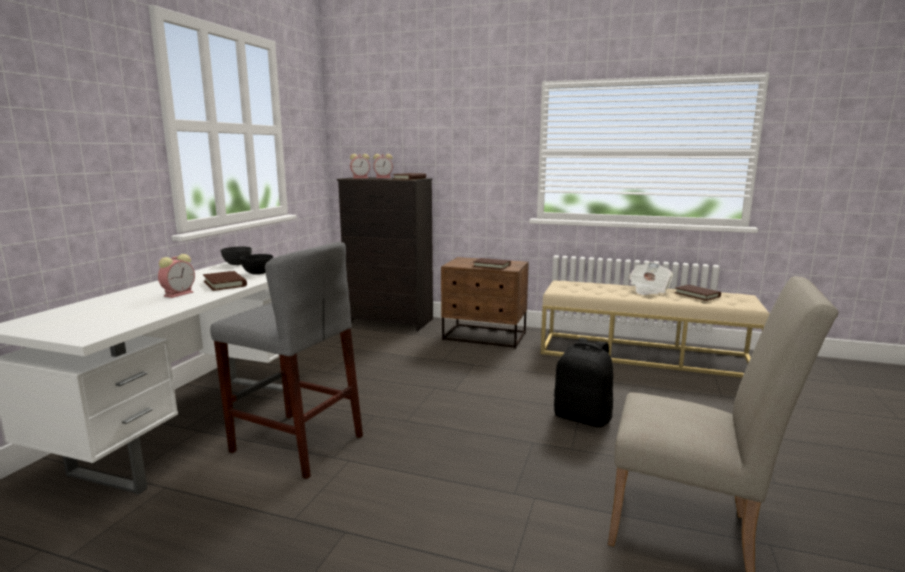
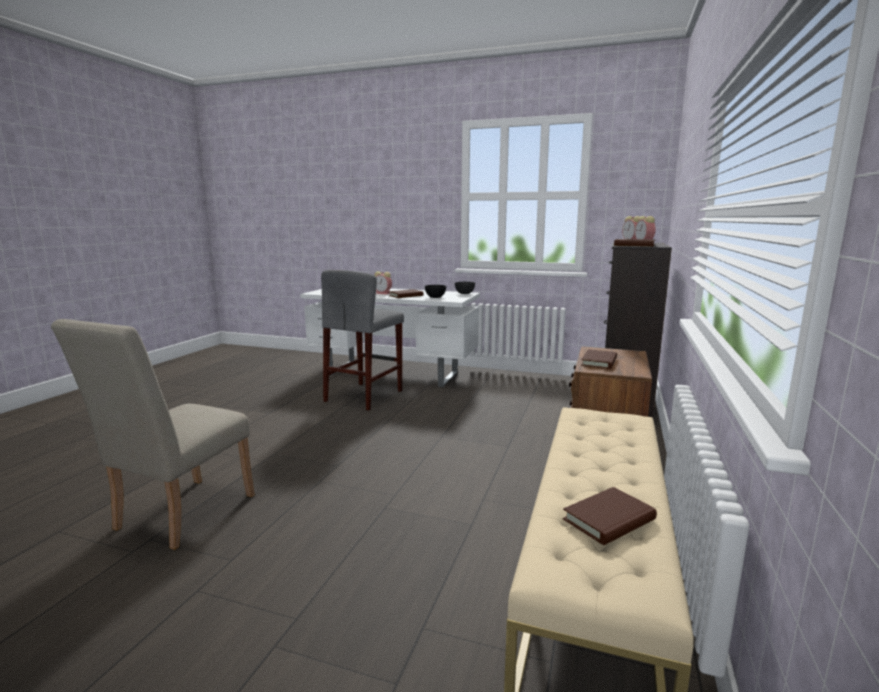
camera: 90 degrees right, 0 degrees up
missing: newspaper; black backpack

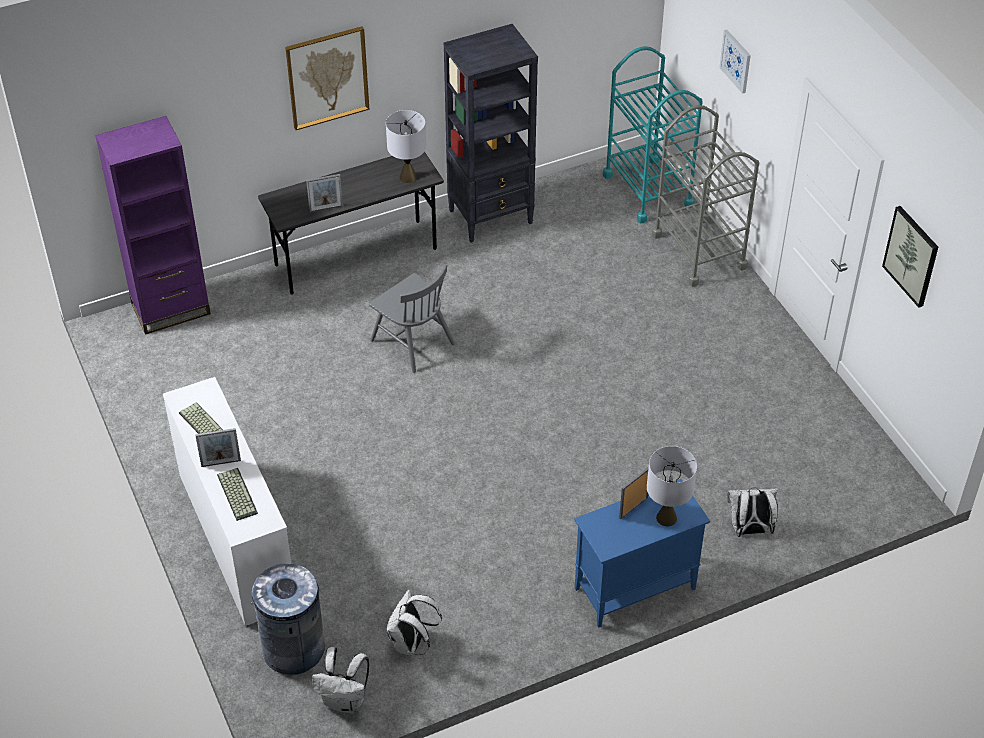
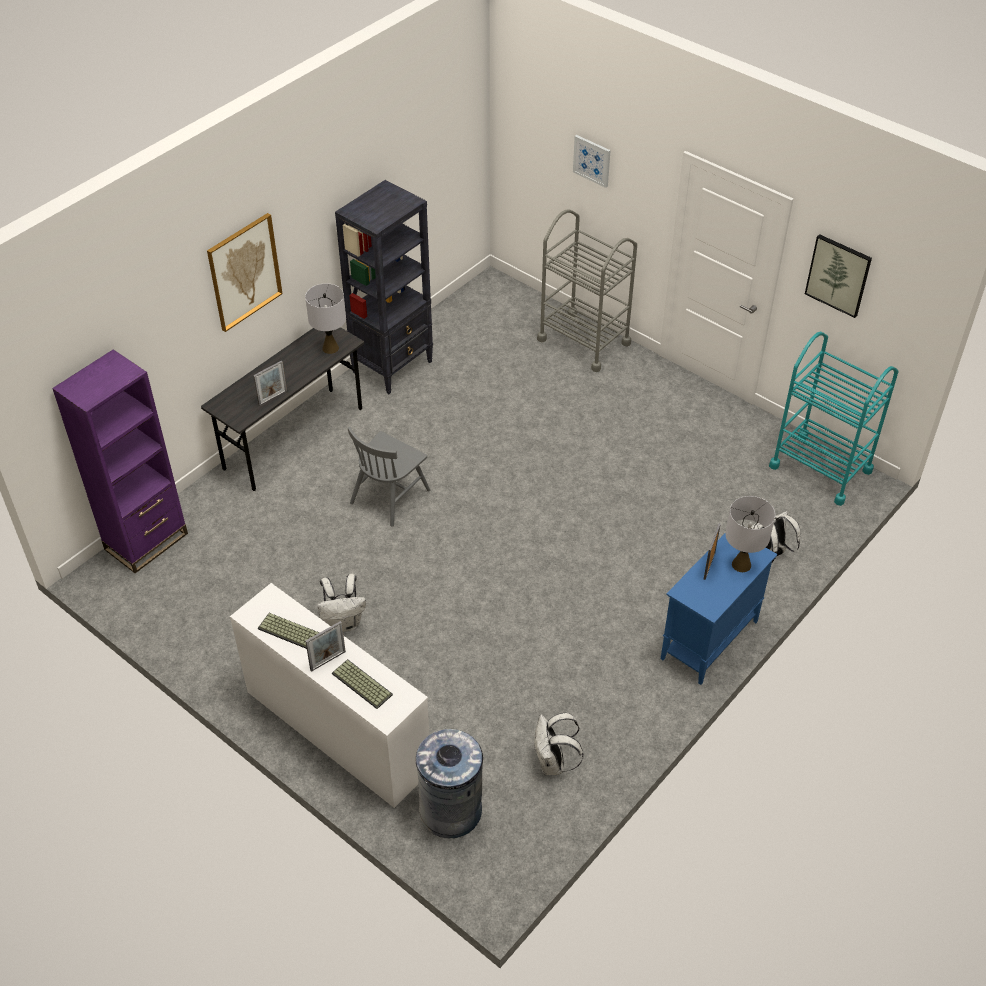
camera: 25 degrees left, 0 degrees up
relocated: turquoise cart; white backpack (no. 1 from left)
spun: grey chair 105 degrees clockwise

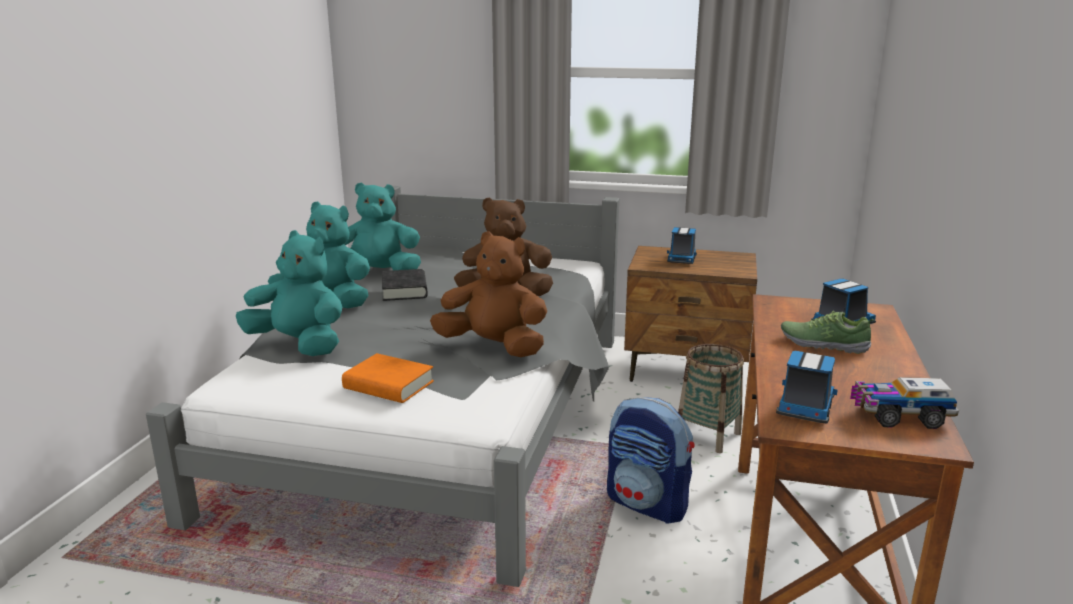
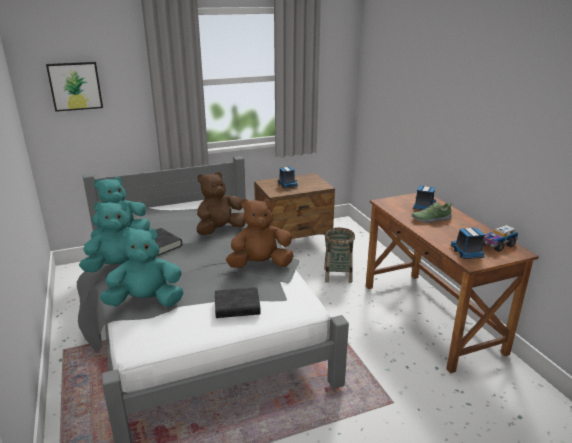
camera: 35 degrees left, 5 degrees up
missing: backpack
appeared: picture
colour: orange book to black book (no. 2 from left)

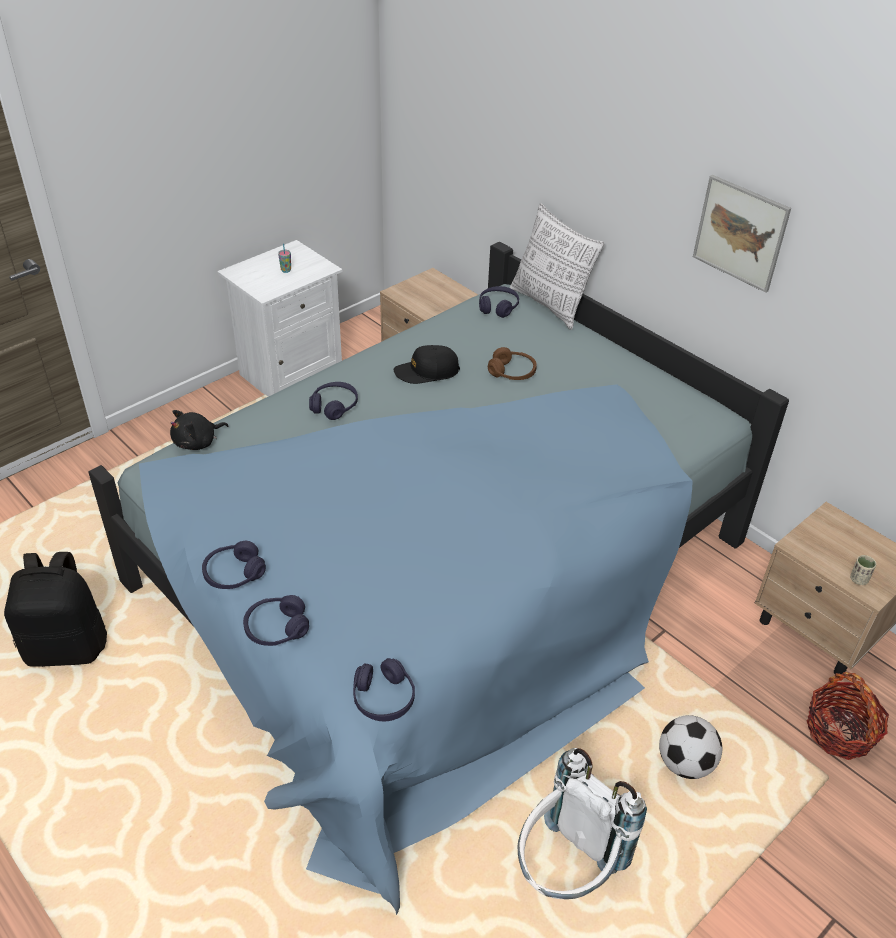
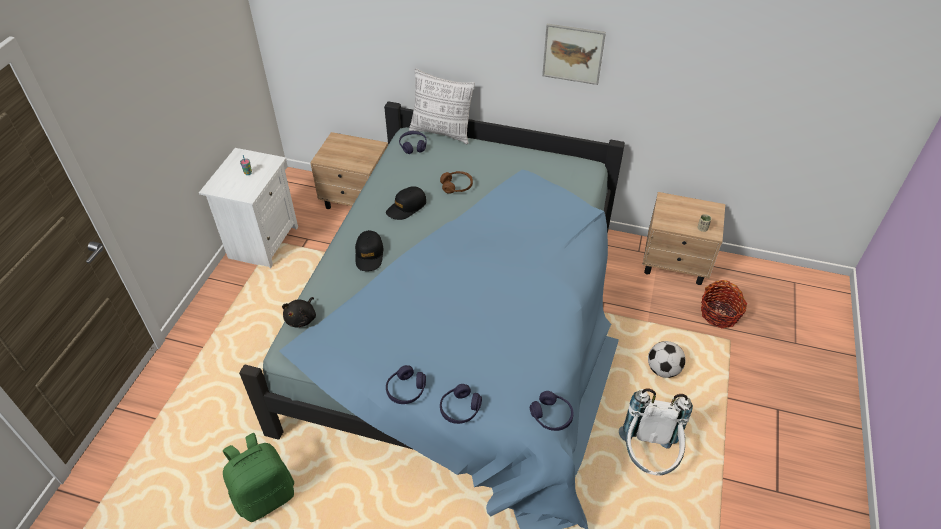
camera: 30 degrees left, 5 degrees up
exchanged: purple headphones (no. 3 from left) to black cap (no. 1 from left)
colour: black backpack to green backpack

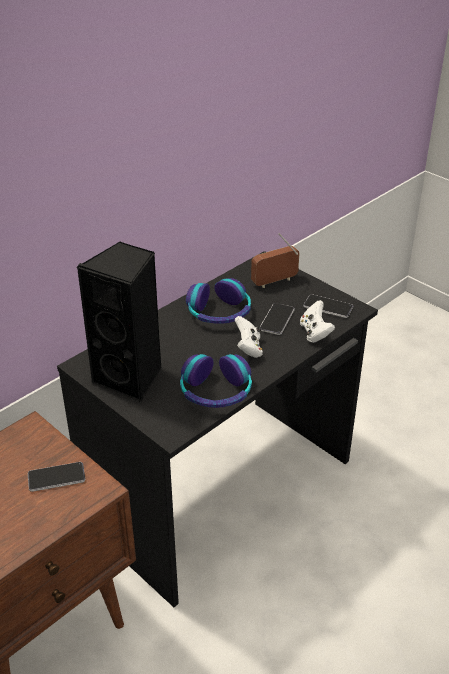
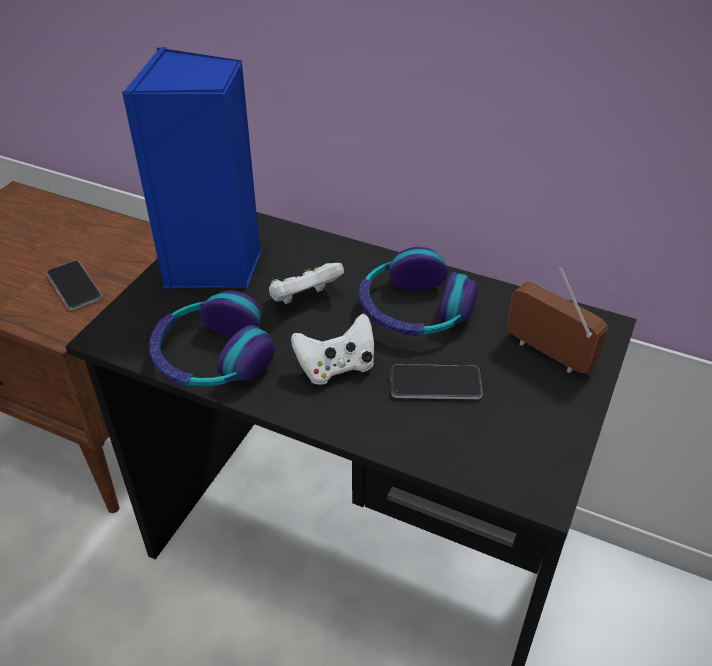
camera: 70 degrees right, 5 degrees up
missing: phone (no. 3 from left)
relocated: white game controller (no. 2 from left in the first image) to white game controller (no. 1 from left)
colour: black speaker to blue speaker

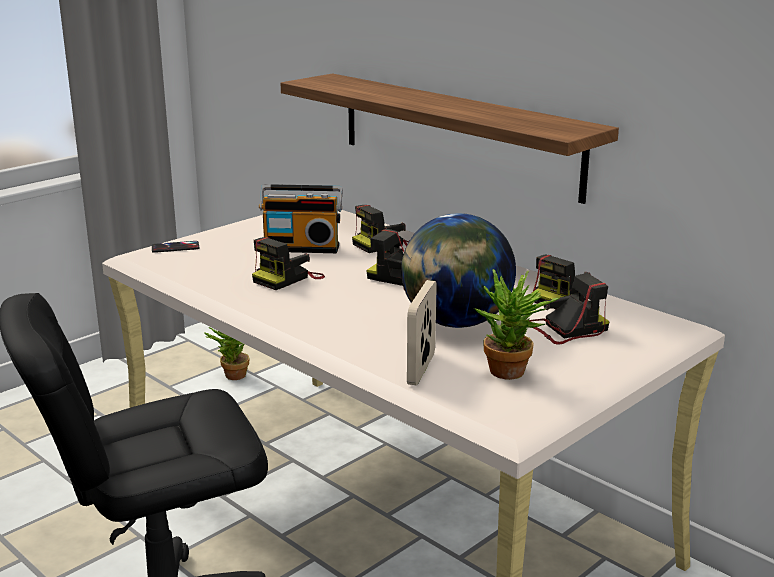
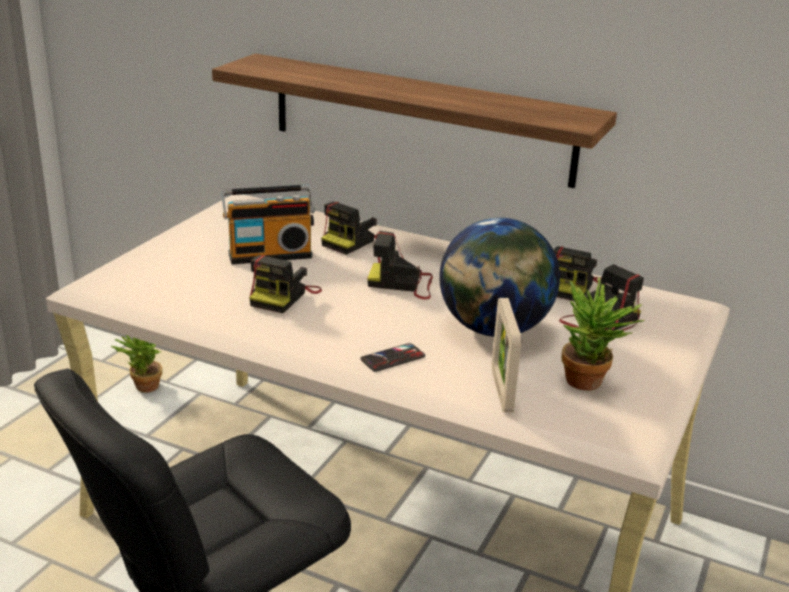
camera: 20 degrees left, 5 degrees up
relocated: phone

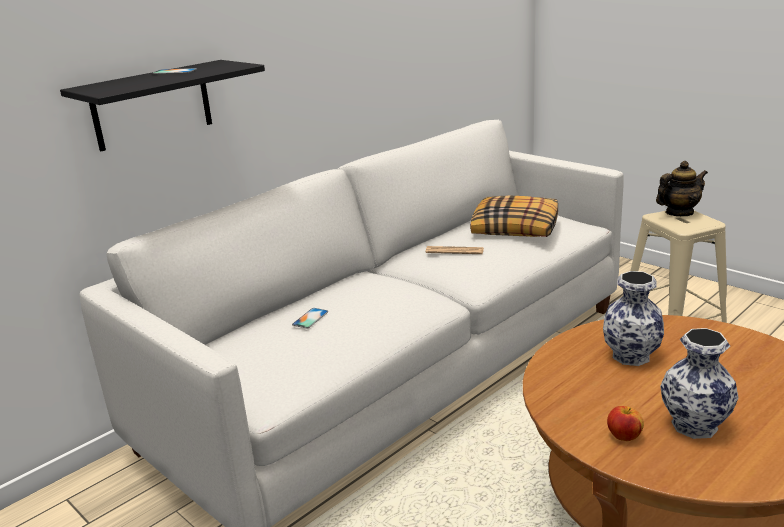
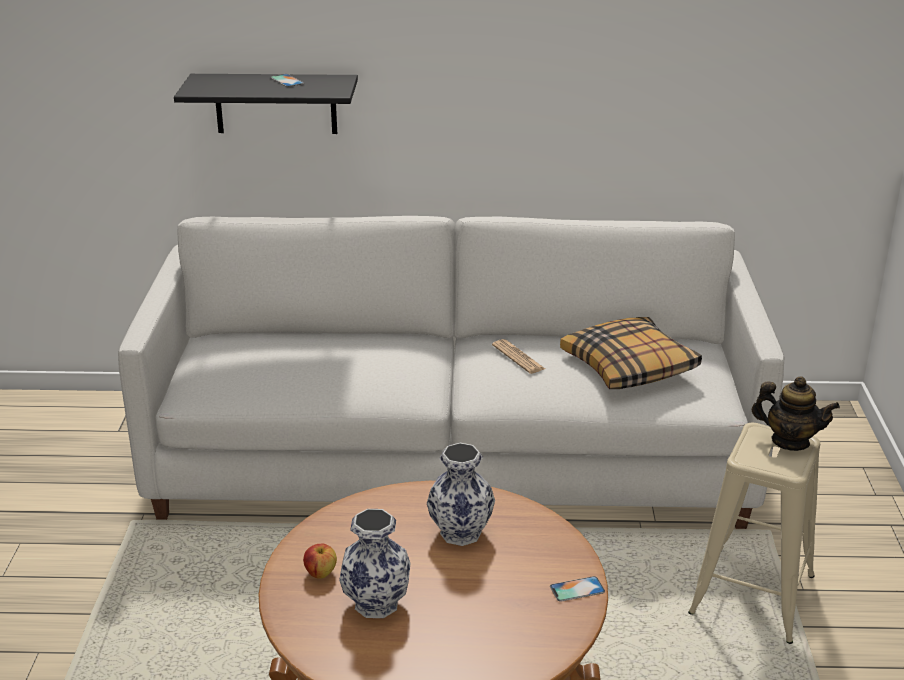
camera: 45 degrees right, 5 degrees up
relocated: phone (no. 2 from left)

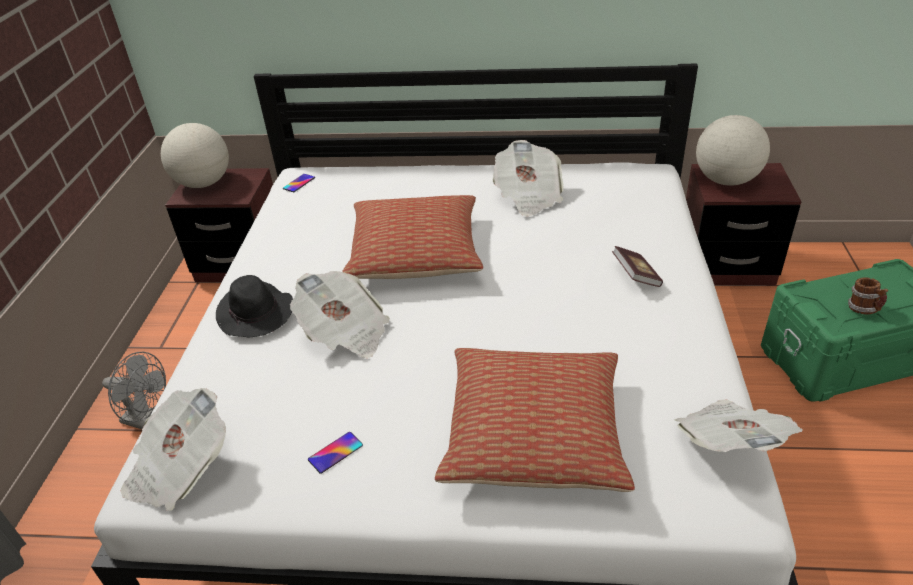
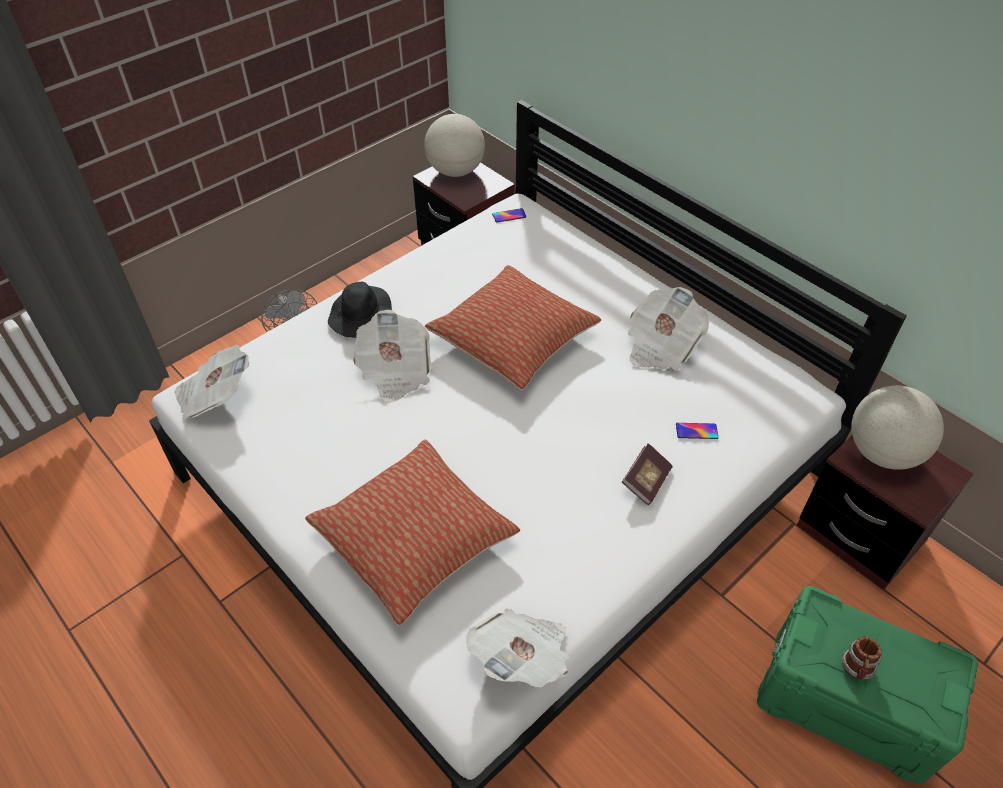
camera: 40 degrees right, 10 degrees up
relocated: phone (no. 2 from left)

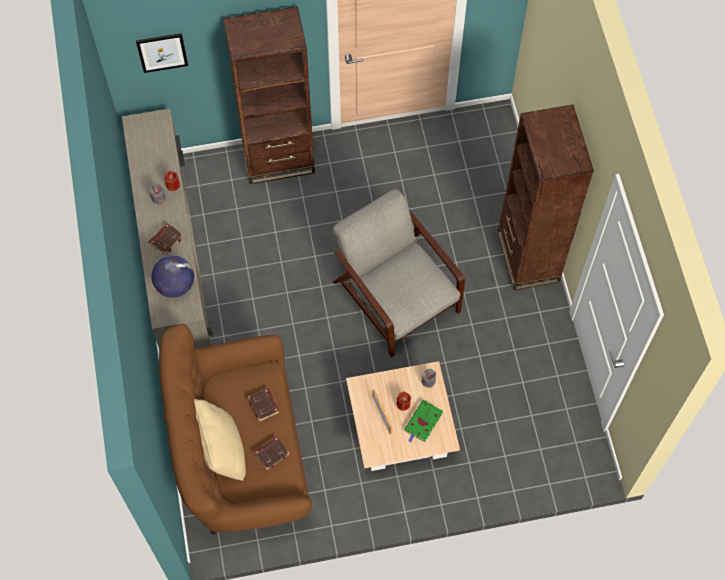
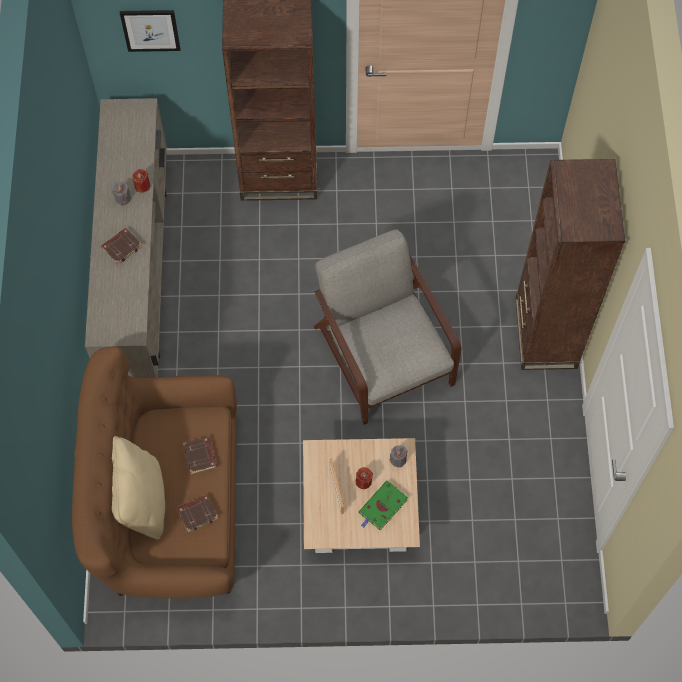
camera: 10 degrees right, 0 degrees up
missing: globe

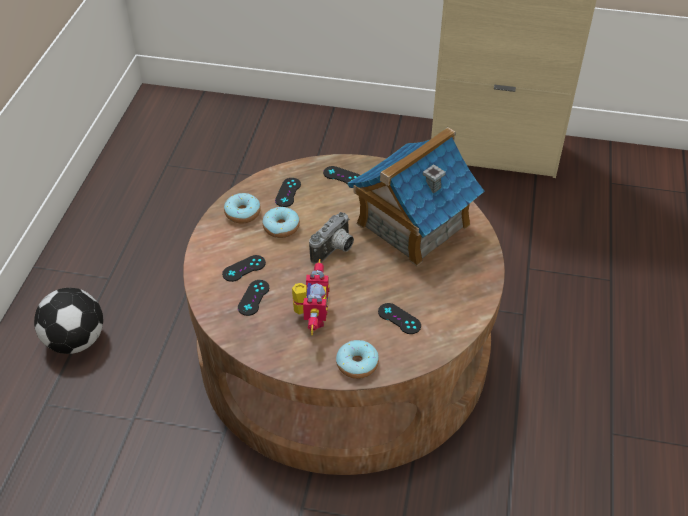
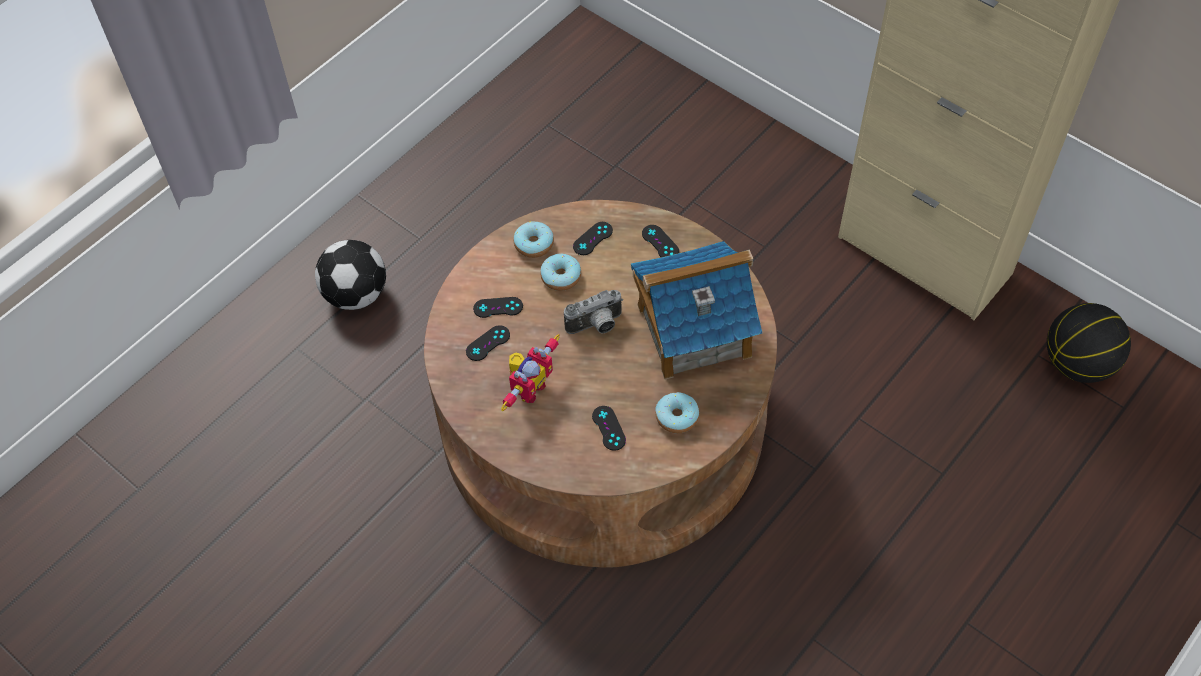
camera: 30 degrees right, 10 degrees up
appeared: basketball
relocated: donut (no. 3 from left)

